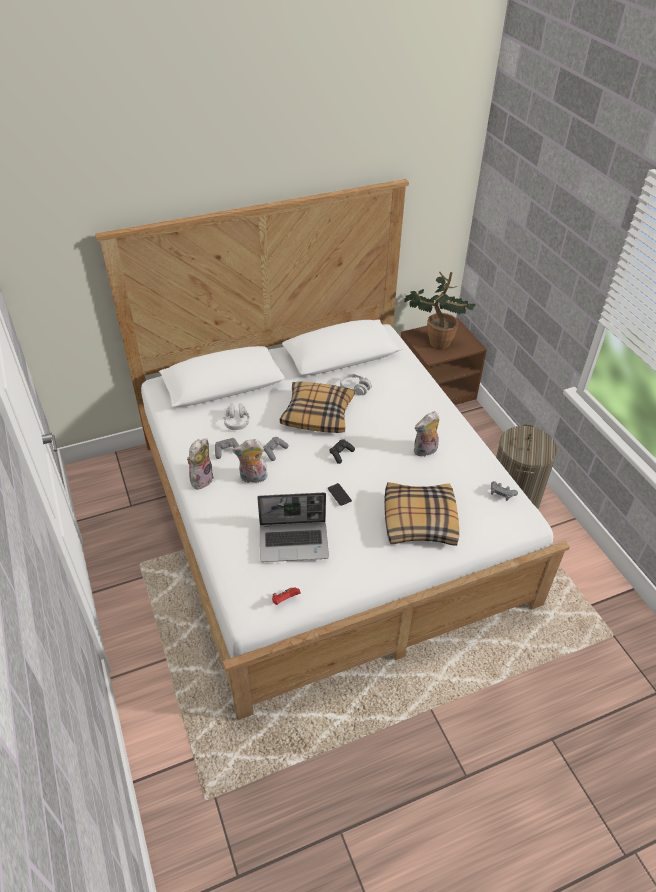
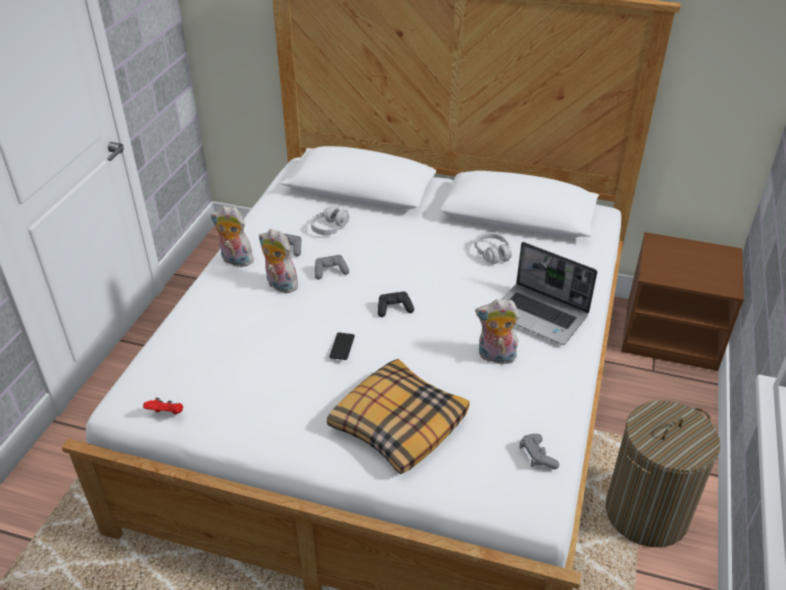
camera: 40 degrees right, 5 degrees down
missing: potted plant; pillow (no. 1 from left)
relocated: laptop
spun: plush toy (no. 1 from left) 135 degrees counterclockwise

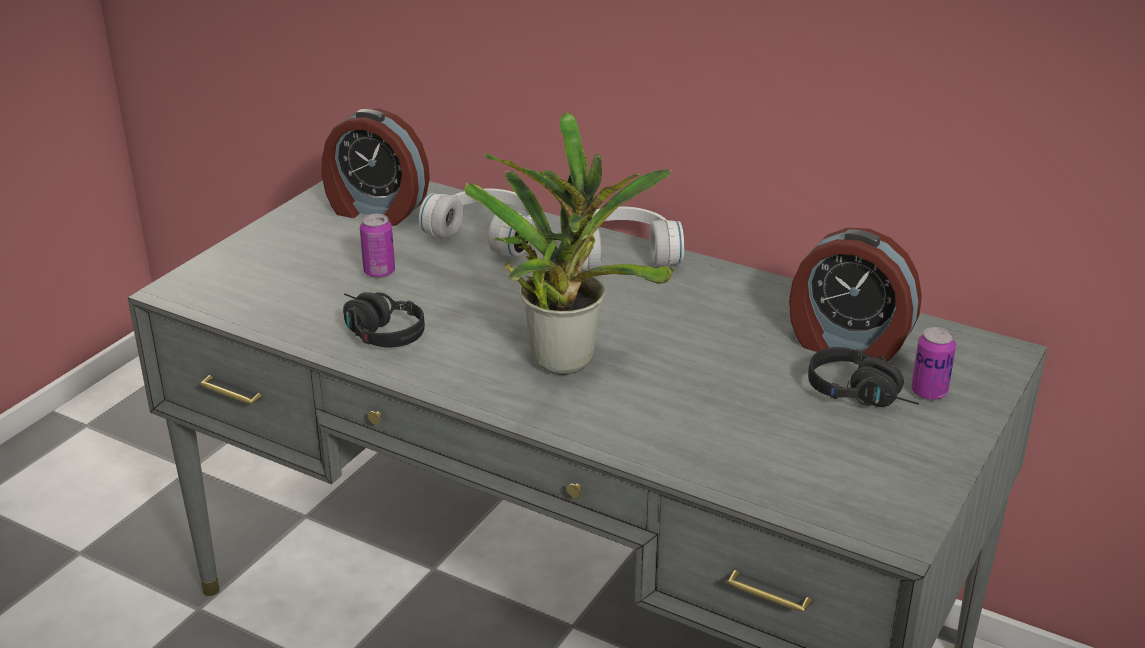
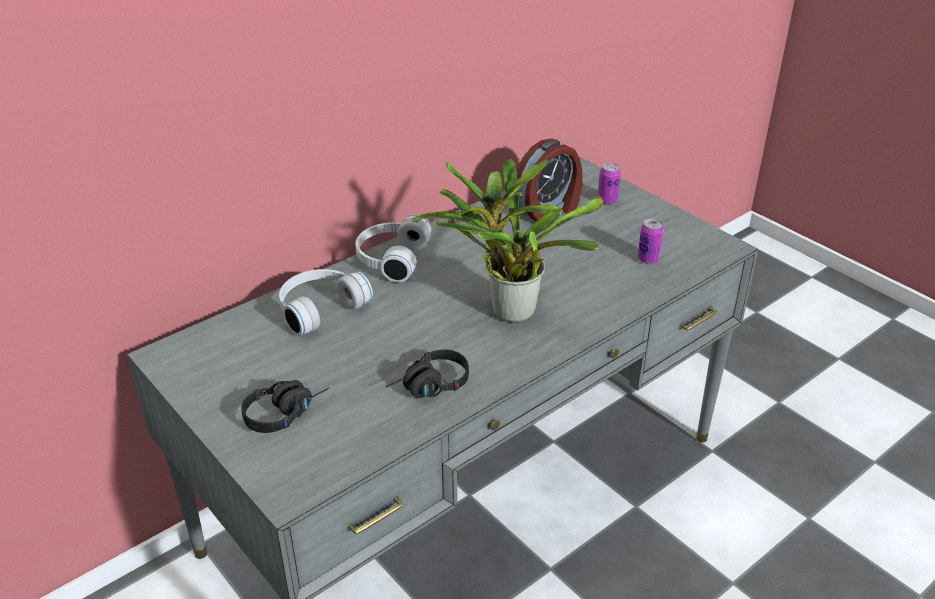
camera: 70 degrees left, 5 degrees up
missing: alarm clock (no. 1 from left)
relocated: can (no. 1 from left in the first image) to can (no. 2 from left); black headphones (no. 2 from left in the first image) to black headphones (no. 1 from left)

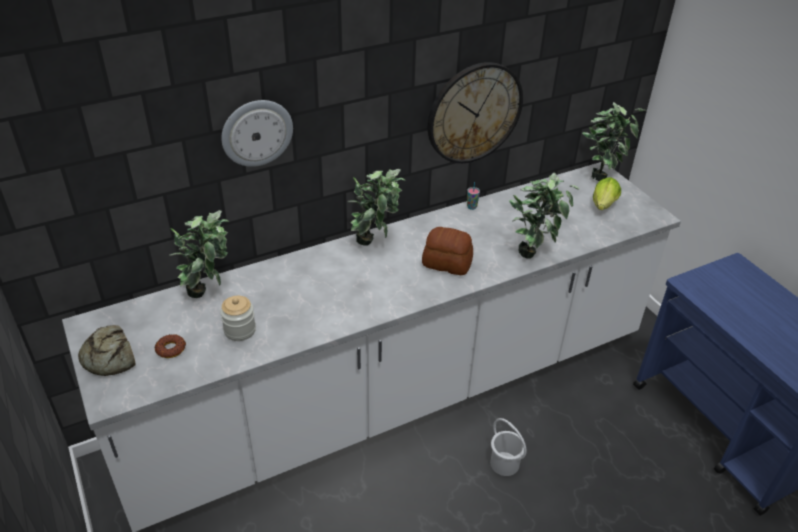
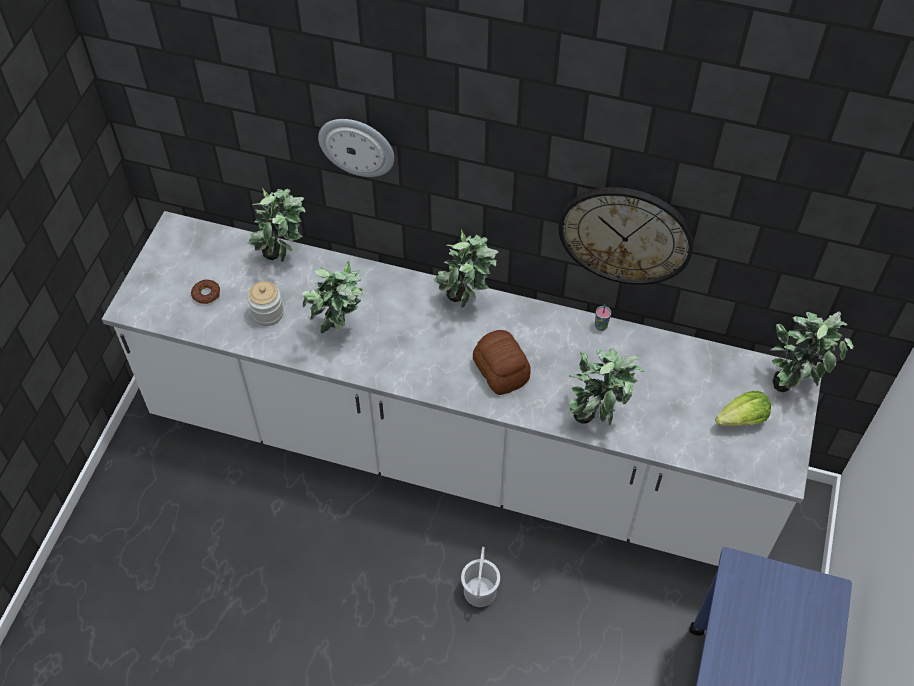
camera: 45 degrees right, 15 degrees up
missing: bread (no. 1 from left)
appeared: potted plant (no. 2 from left)

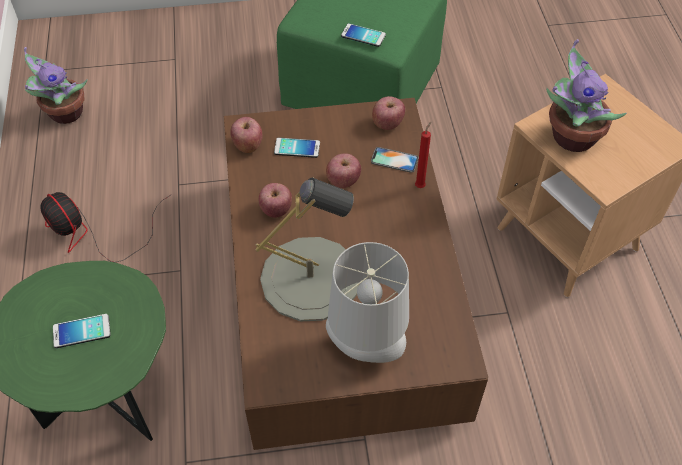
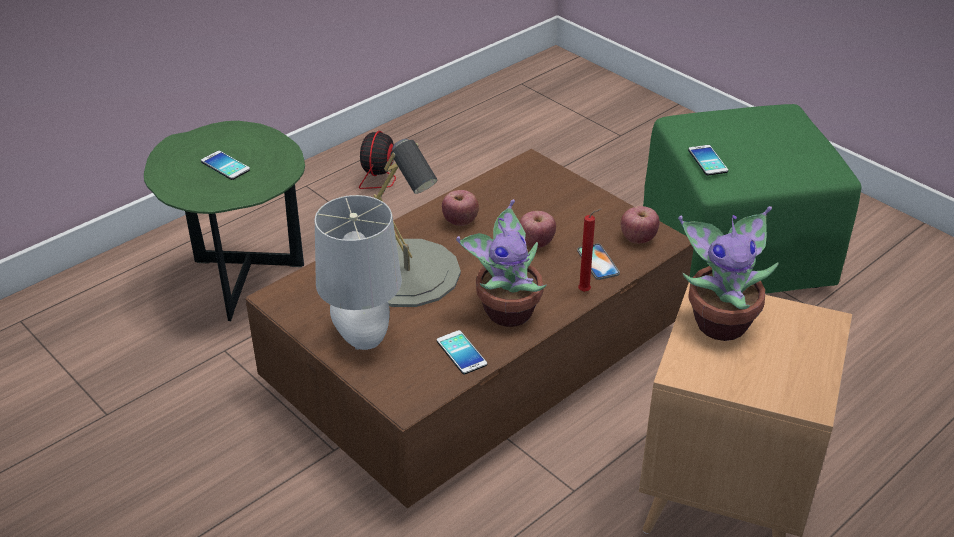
camera: 55 degrees right, 15 degrees down
missing: apple (no. 1 from left)
relocated: potted plant (no. 1 from left); phone (no. 2 from left)

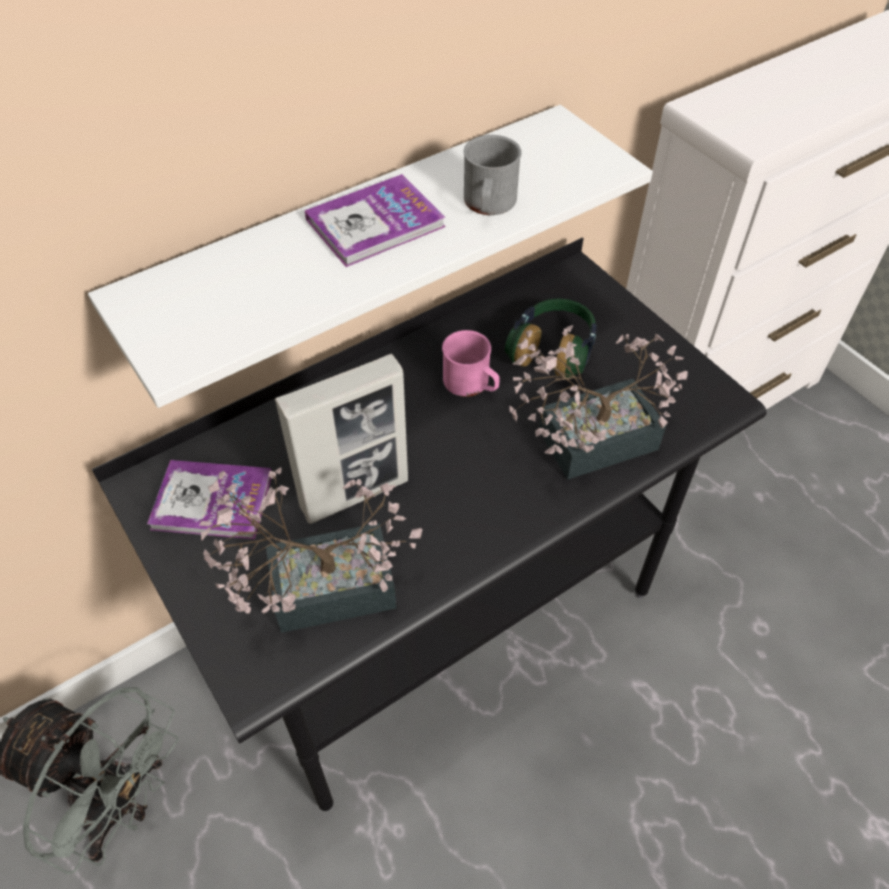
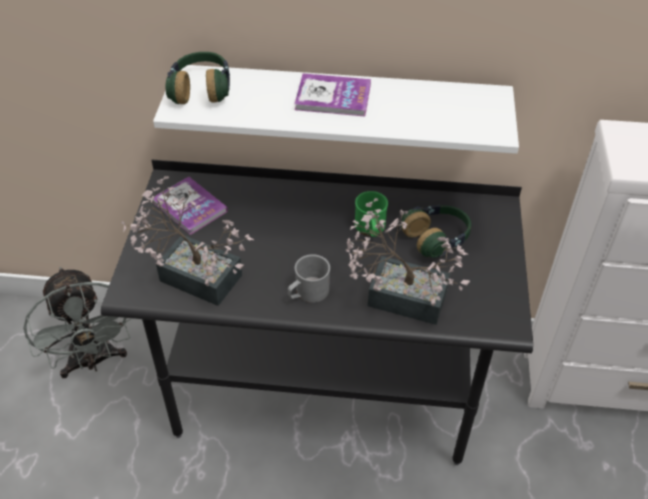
camera: 40 degrees right, 5 degrees down
missing: picture frame
appeared: headphones (no. 1 from left)
relocated: grey mug
colour: pink mug to green mug

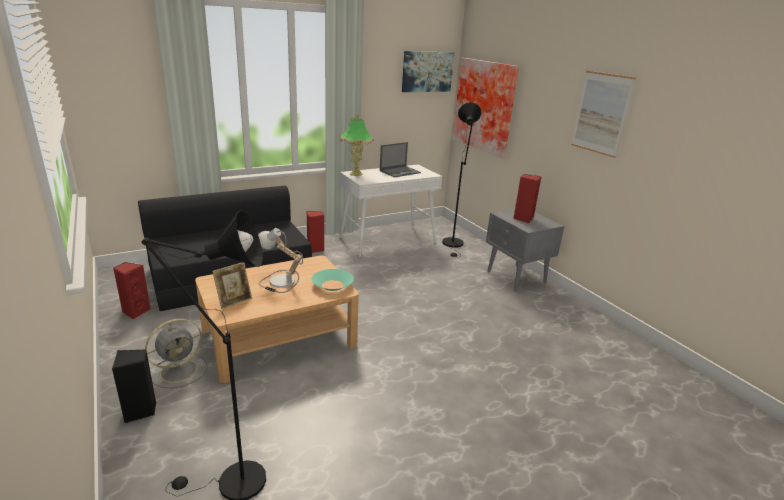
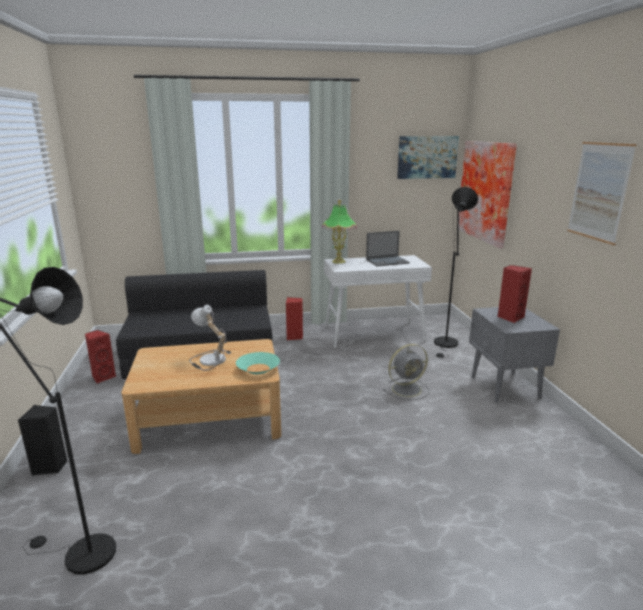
camera: 20 degrees right, 5 degrees down
missing: picture frame
relocated: grey fan

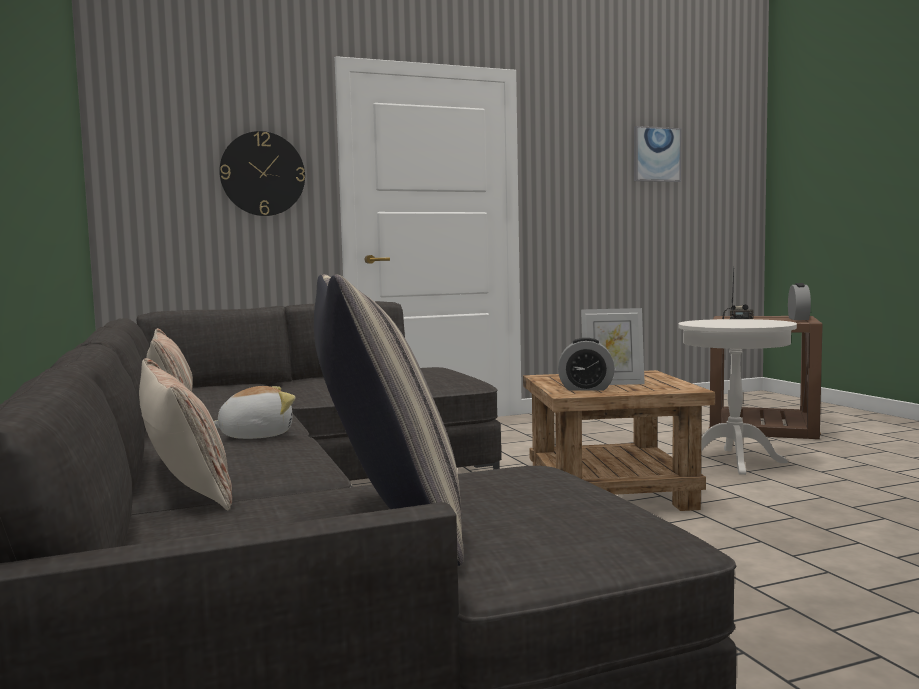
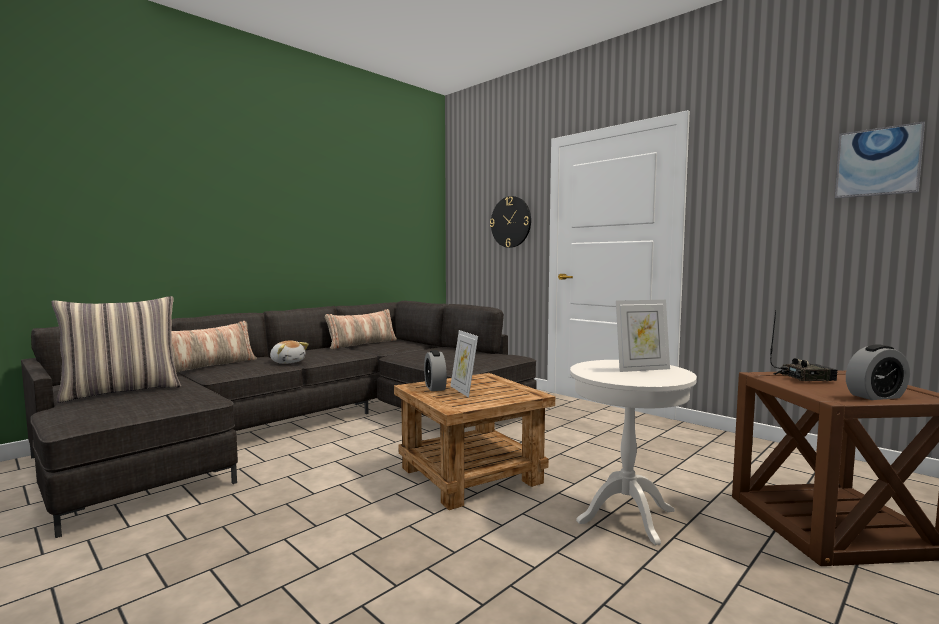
camera: 65 degrees right, 0 degrees up
appeared: picture frame (no. 2 from left)

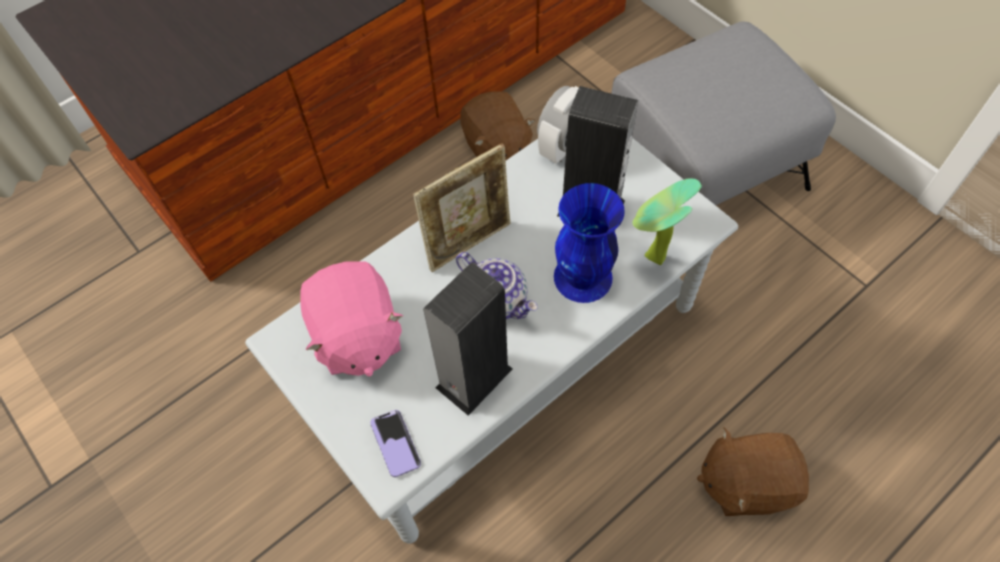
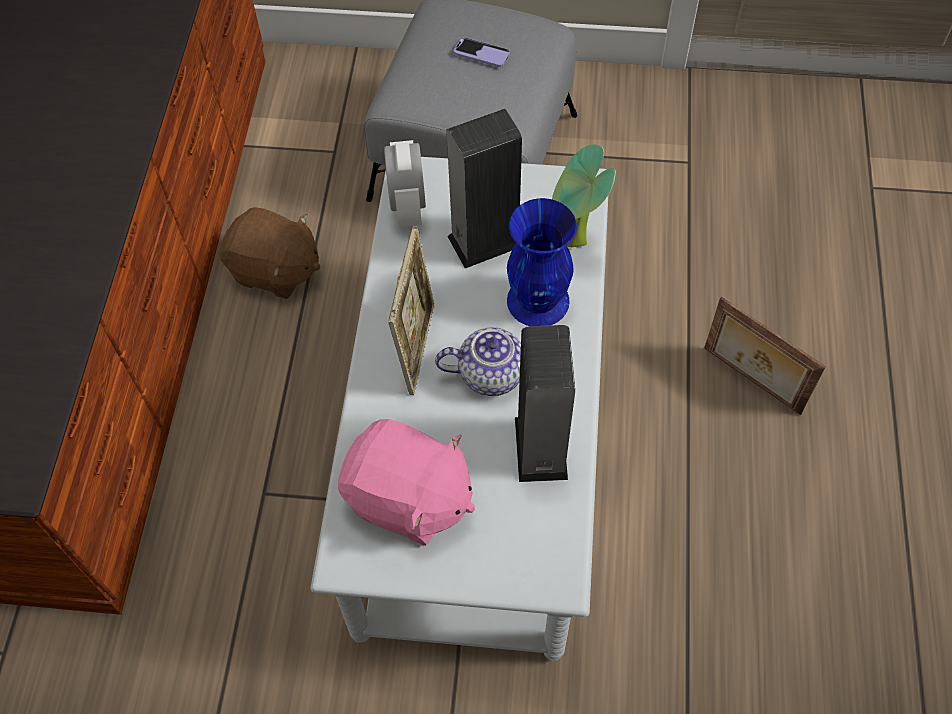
camera: 45 degrees left, 0 degrees up
relocated: phone
exchanged: brown plush toy (no. 2 from left) to picture frame (no. 2 from left)

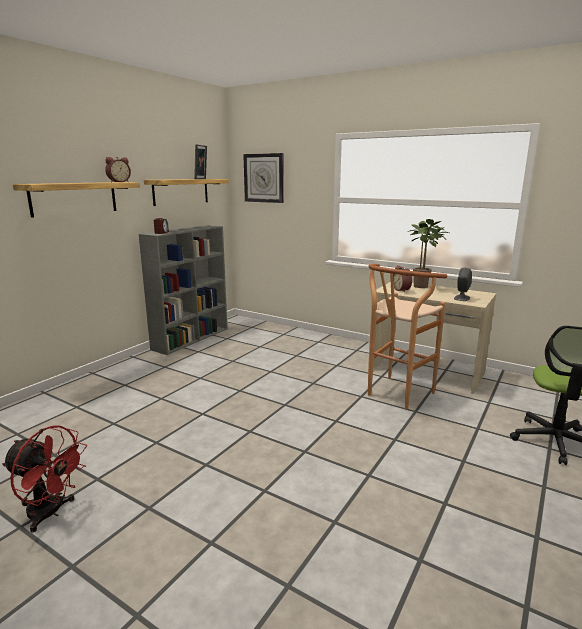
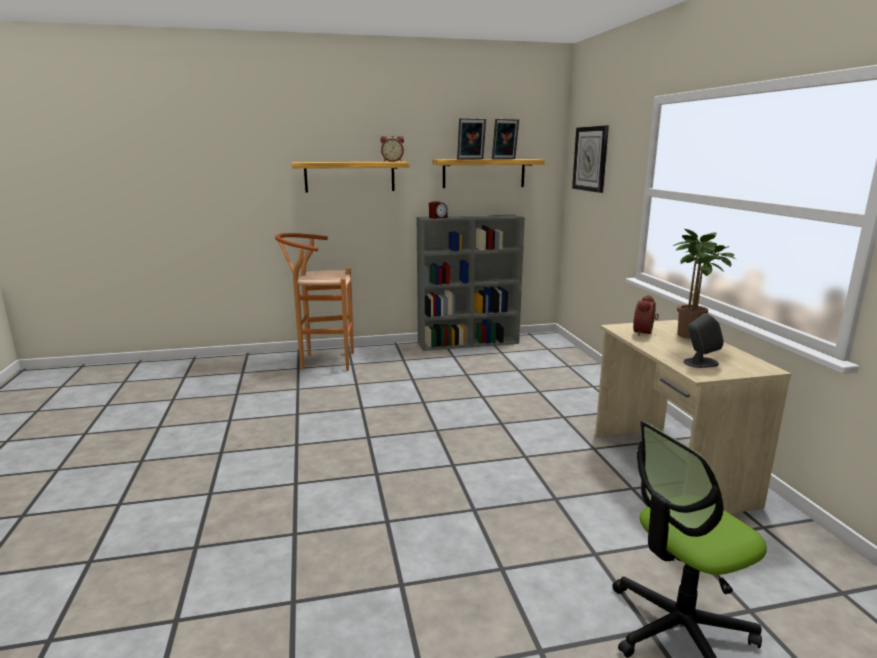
camera: 45 degrees right, 0 degrees up
missing: red fan
appeared: picture frame (no. 1 from left)
relocated: brown stool

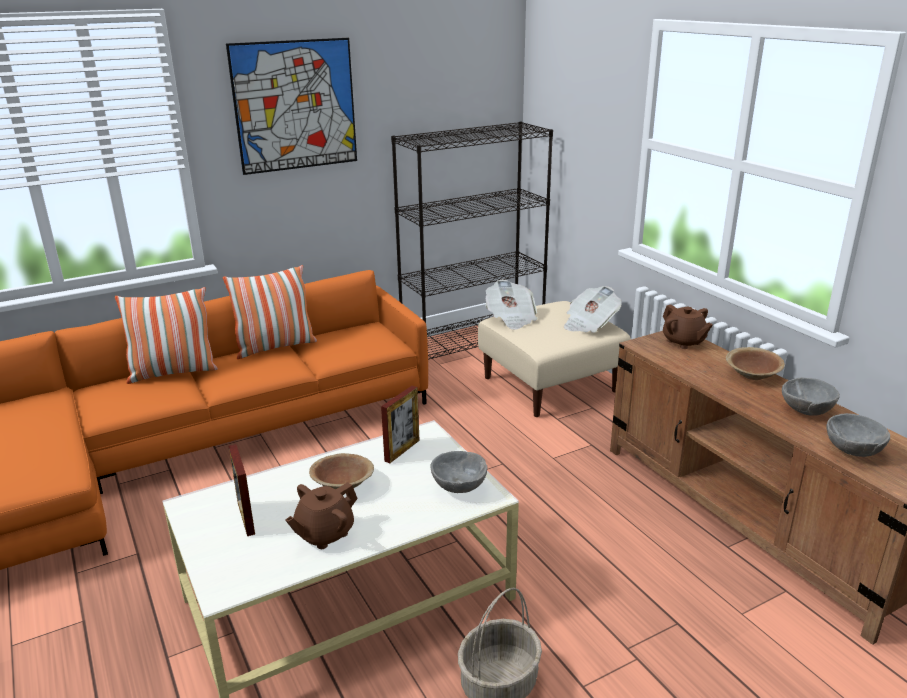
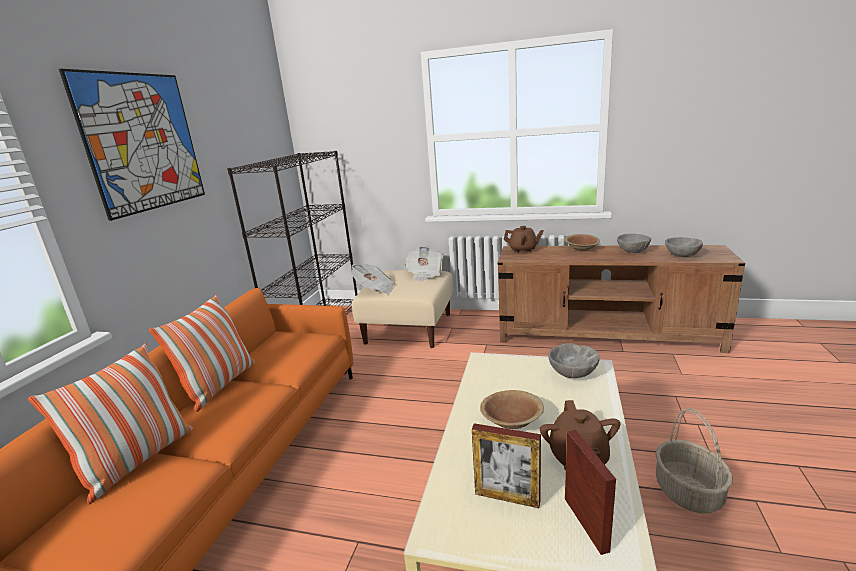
camera: 45 degrees left, 5 degrees down
relocated: picture frame (no. 2 from left)

